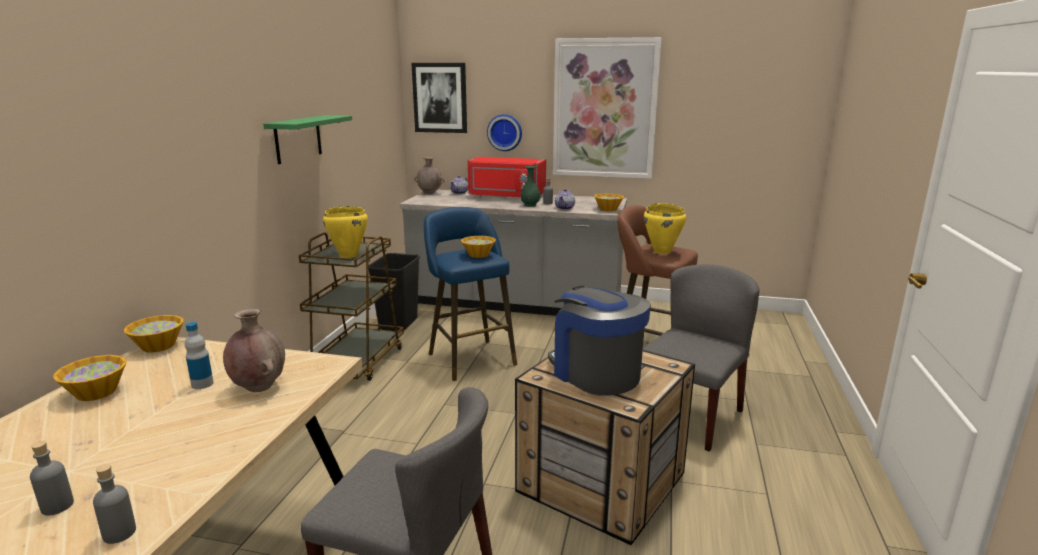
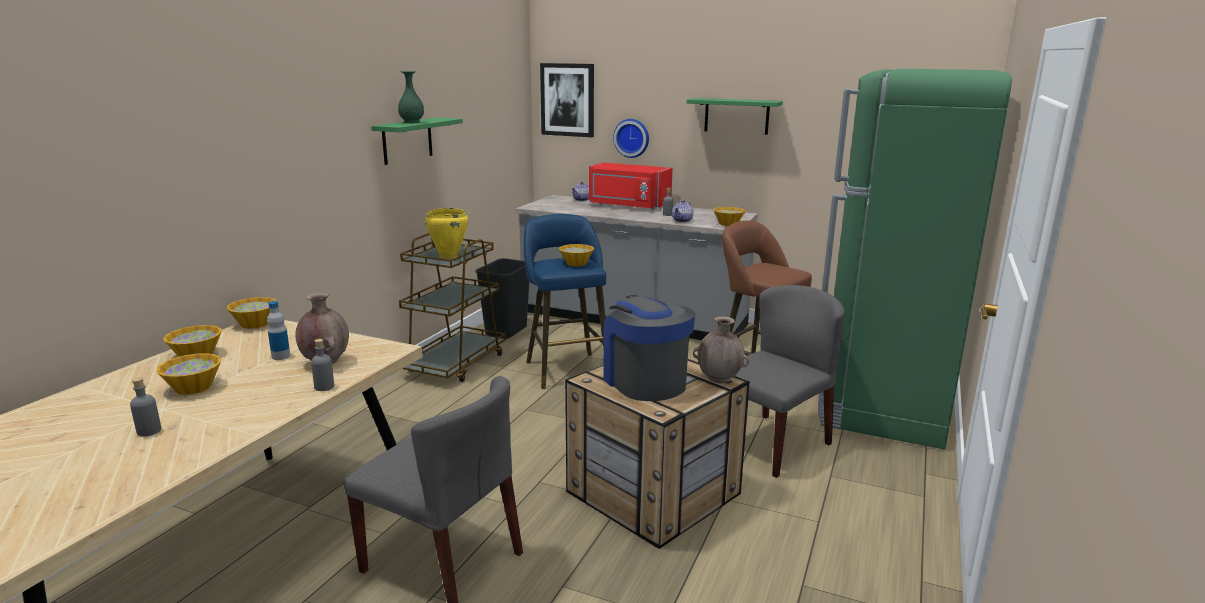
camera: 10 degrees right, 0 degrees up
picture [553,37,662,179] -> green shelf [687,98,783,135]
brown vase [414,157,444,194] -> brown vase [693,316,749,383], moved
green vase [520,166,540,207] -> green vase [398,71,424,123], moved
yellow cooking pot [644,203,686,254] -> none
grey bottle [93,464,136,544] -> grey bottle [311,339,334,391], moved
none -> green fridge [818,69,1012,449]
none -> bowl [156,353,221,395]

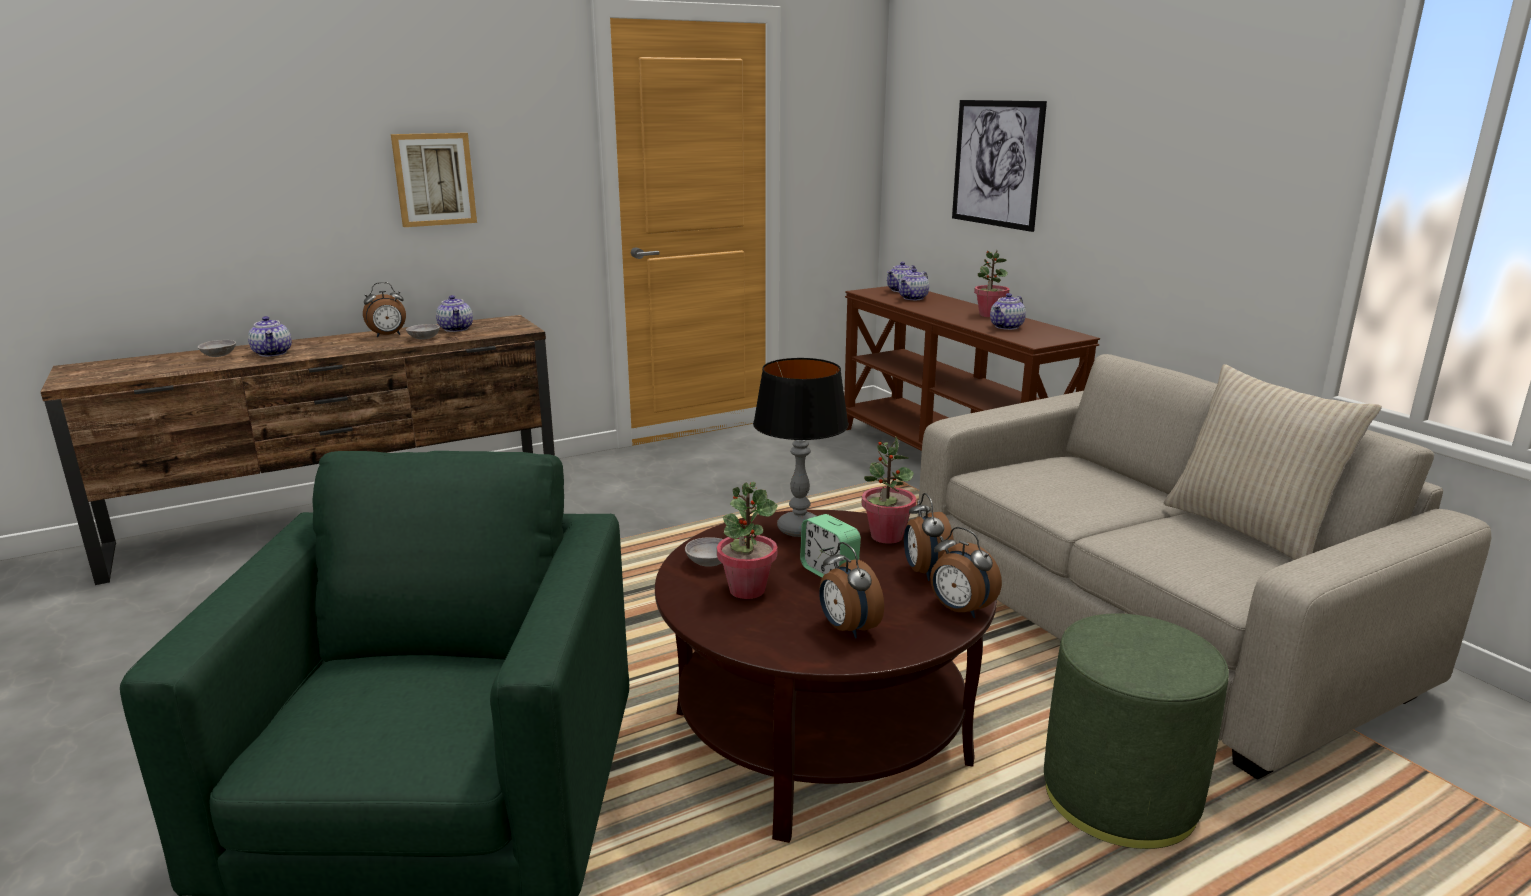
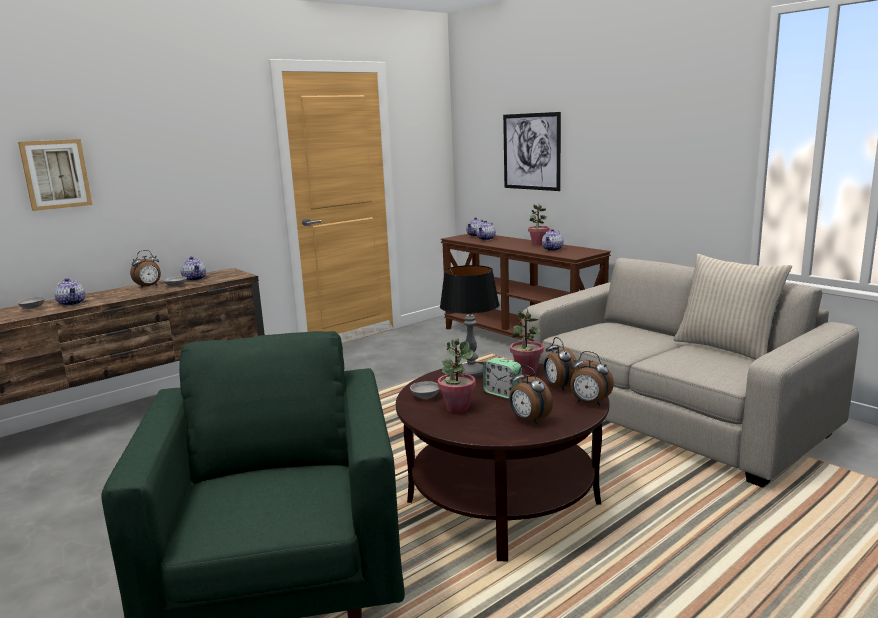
camera: 10 degrees left, 5 degrees down
picture [391,133,477,227] -> picture [18,139,92,211], moved
green ottoman [1044,613,1229,849] -> none

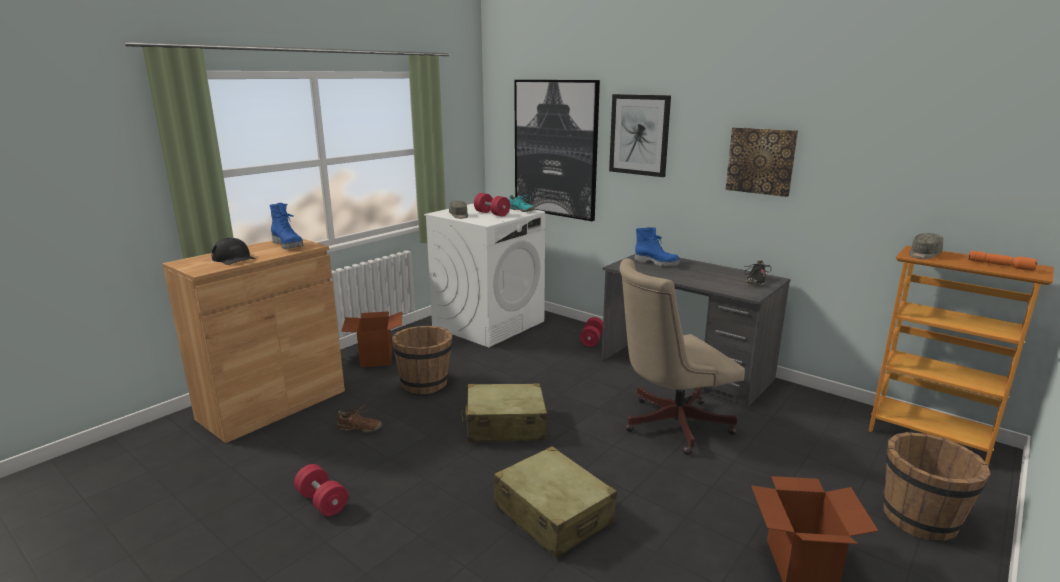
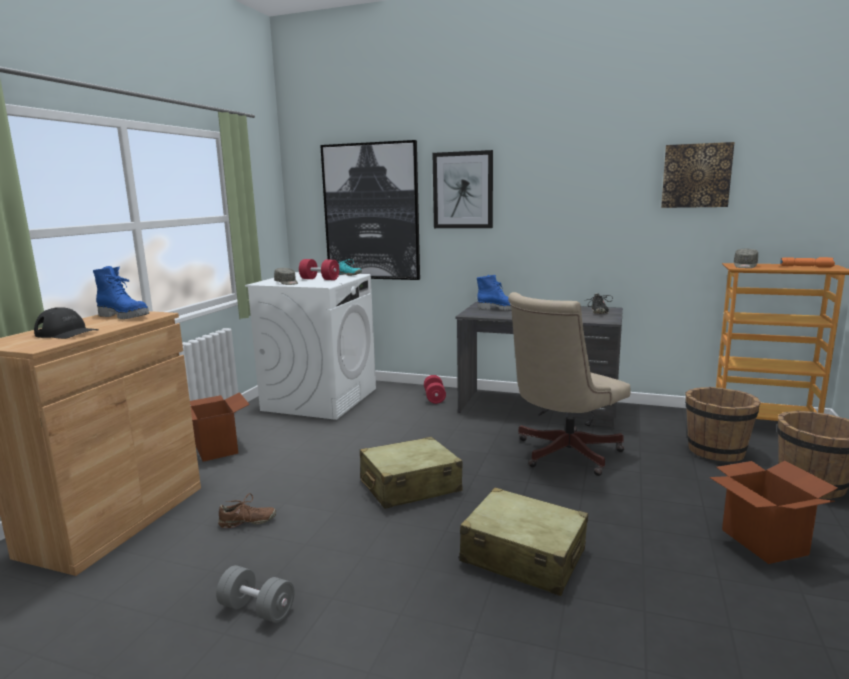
camera: 20 degrees left, 5 degrees down
picture [726,127,798,197] -> picture [661,142,735,208], moved
brown bucket [392,326,452,394] -> brown bucket [685,387,761,462], moved
red dumbbell [294,464,348,516] -> grey dumbbell [216,565,295,623]

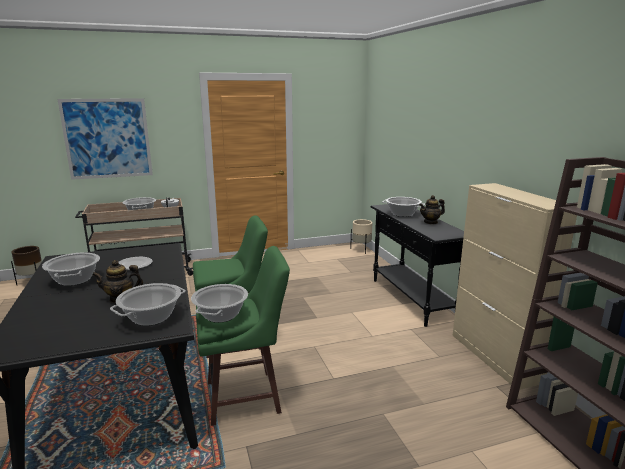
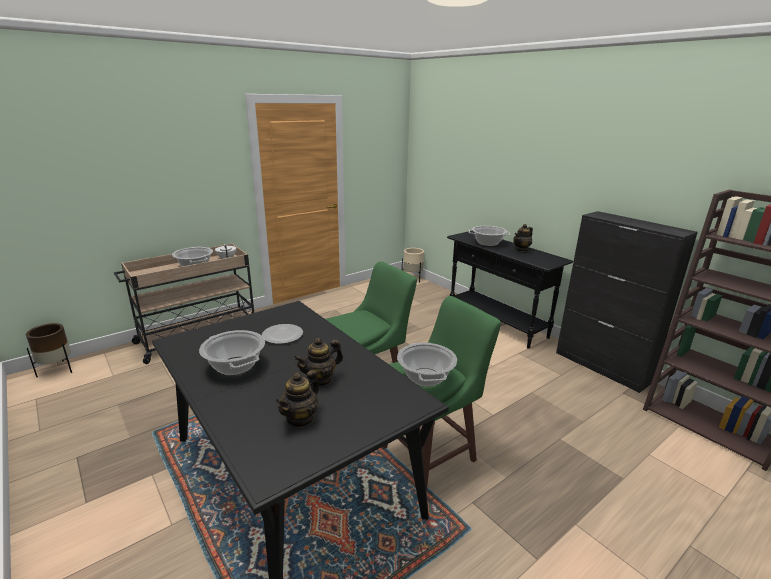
camera: 20 degrees left, 5 degrees up
picture [58,98,153,180] -> none
beige cabinet [453,183,577,390] -> black cabinet [556,211,698,393]
cooking pot [110,283,186,326] -> none
none -> teapot [276,370,319,428]

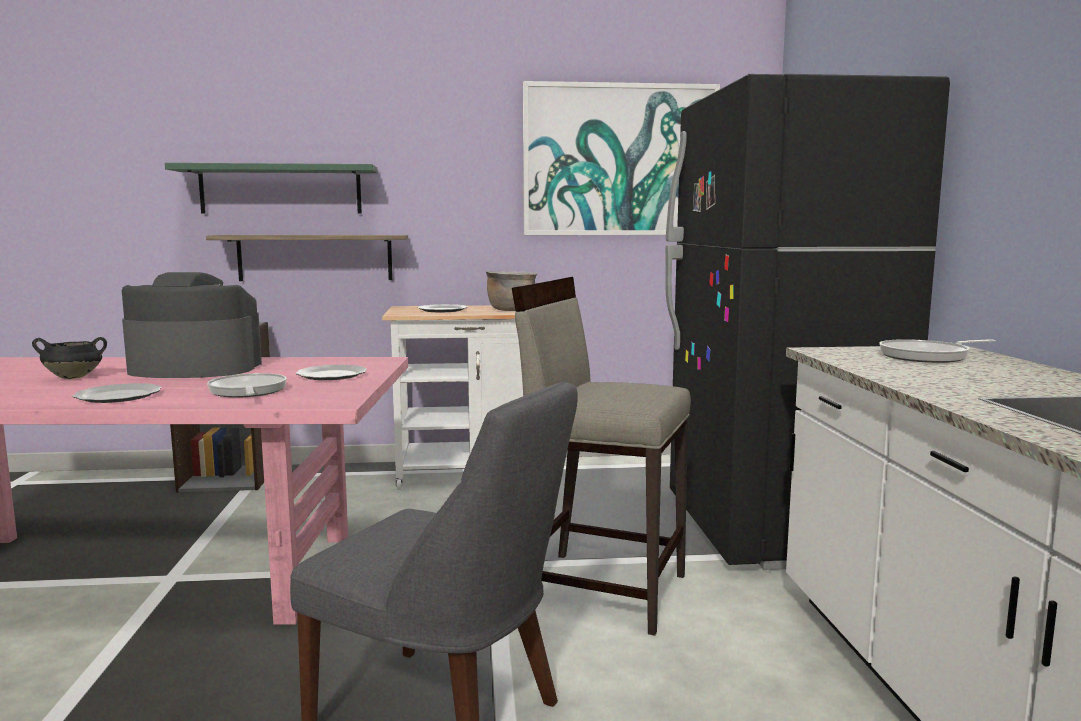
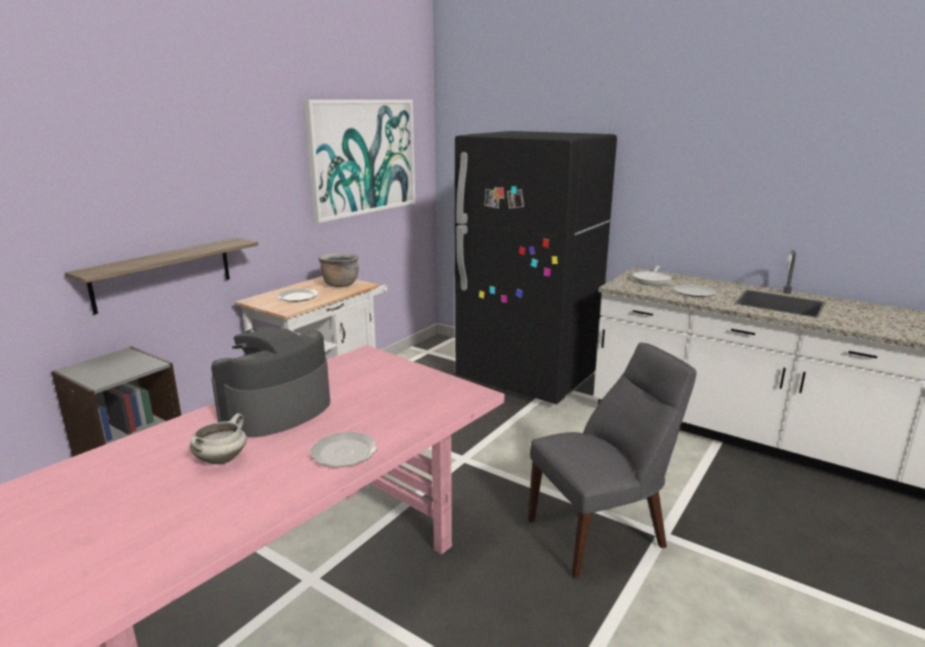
camera: 50 degrees left, 10 degrees up
green shelf [165,163,378,214] -> none
beige stool [512,277,691,636] -> none
black cooking pot [32,337,107,379] -> white cooking pot [190,413,247,464]
plate [296,365,367,380] -> plate [674,284,717,297], moved
frying pan [207,373,287,398] -> none

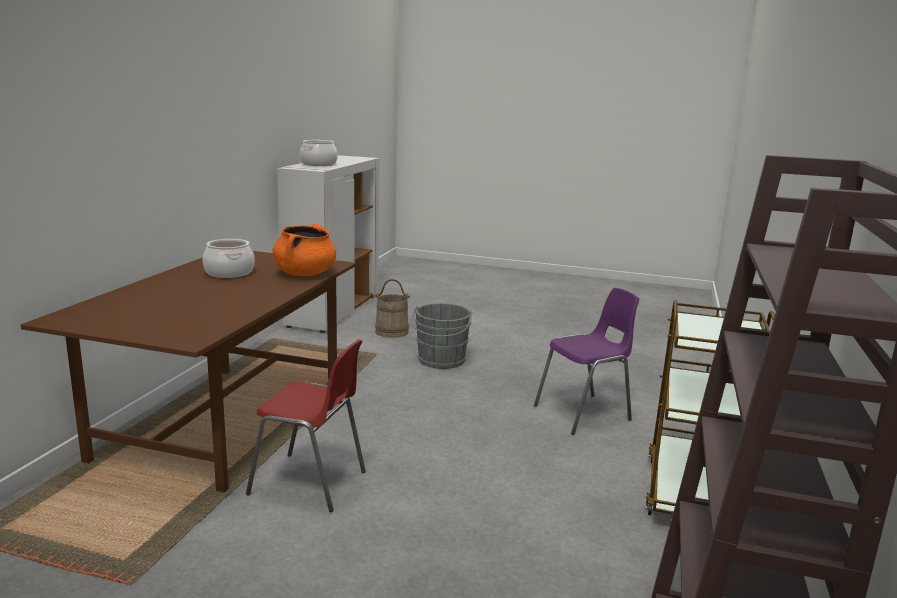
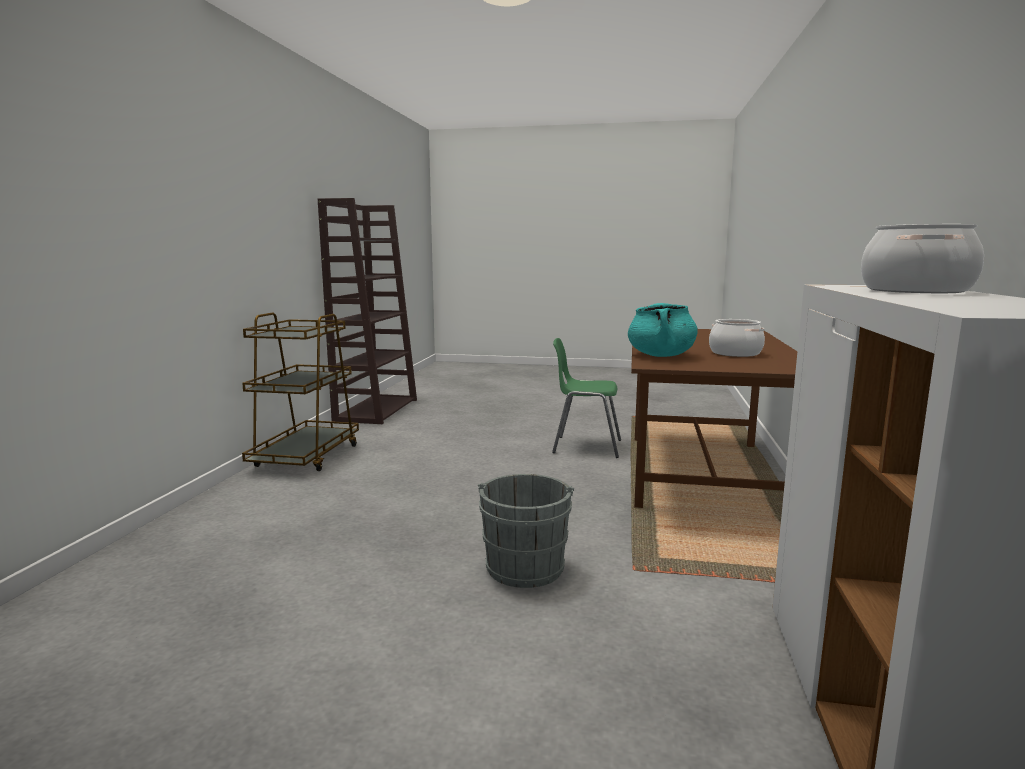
camera: 175 degrees right, 5 degrees down
orange cooking pot [272,224,336,276] -> turquoise cooking pot [628,303,698,357]
beige bucket [375,279,410,338] -> none
purple chair [534,288,639,435] -> none
red chair [246,339,366,512] -> green chair [552,338,621,458]

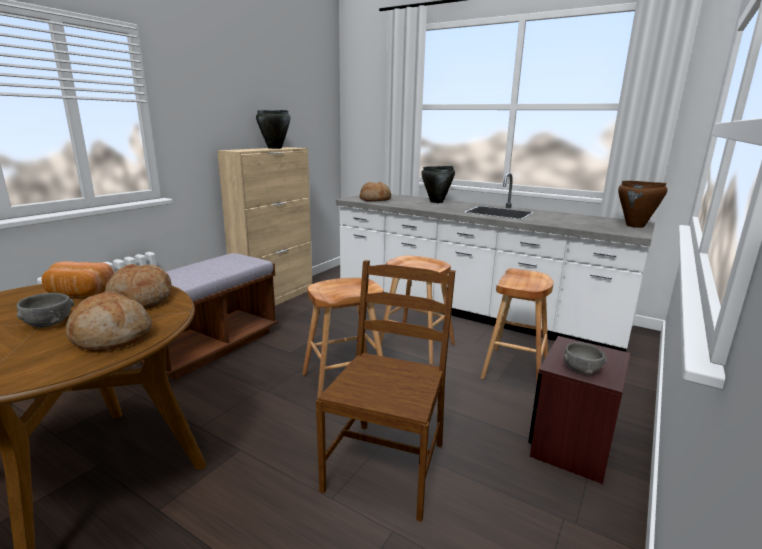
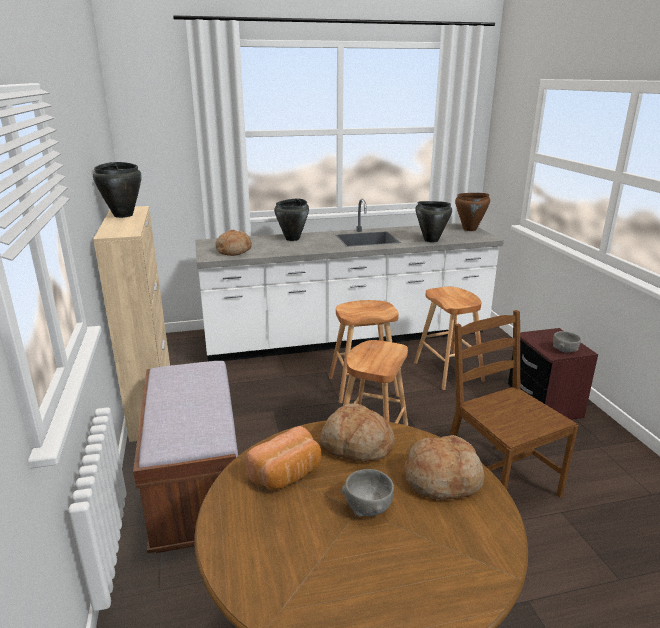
camera: 45 degrees left, 5 degrees up
none -> black cooking pot [415,201,452,242]

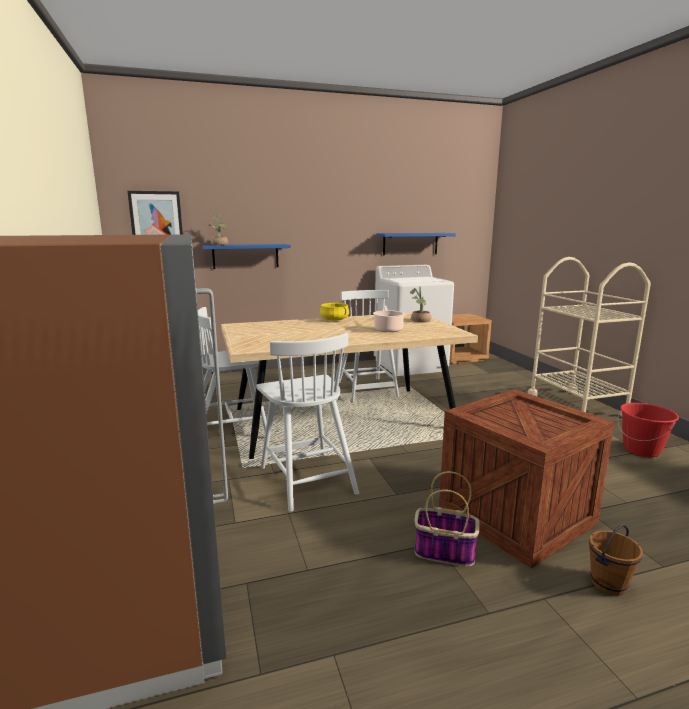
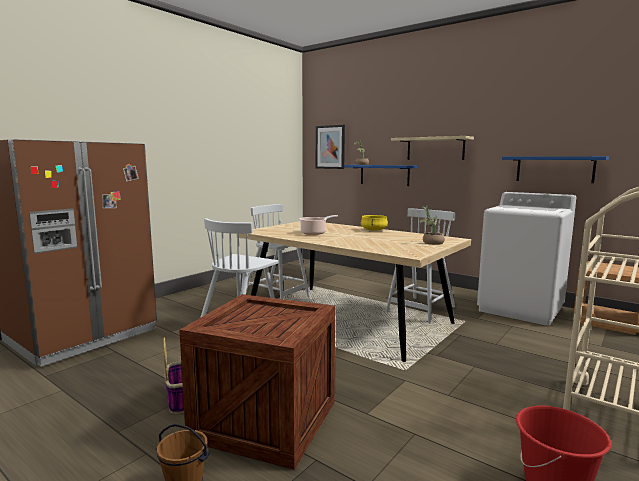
camera: 55 degrees right, 5 degrees down
cooking pot [373,306,405,332] -> cooking pot [300,215,338,235], moved
none -> beige shelf [391,136,474,160]

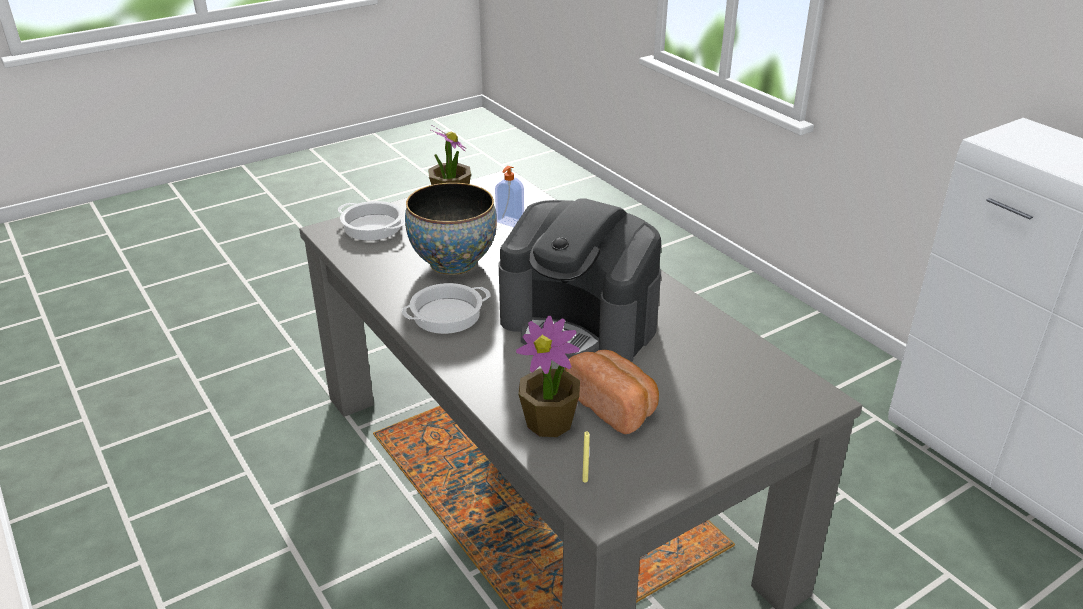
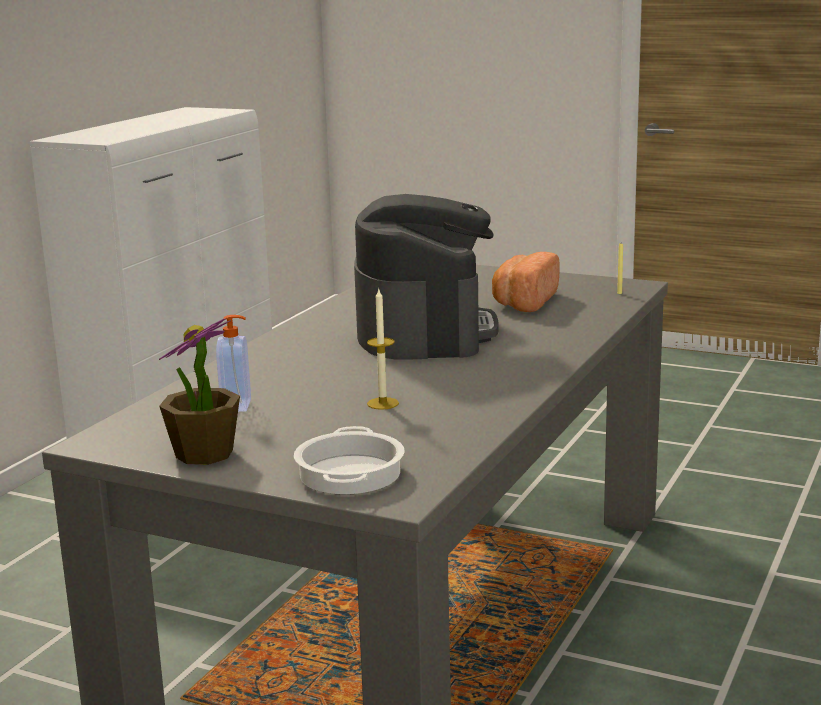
camera: 120 degrees left, 15 degrees down
bowl [405,183,497,275] -> candle [367,289,399,410]
cooking pot [402,283,491,334] -> none
potted plant [516,316,580,437] -> none

